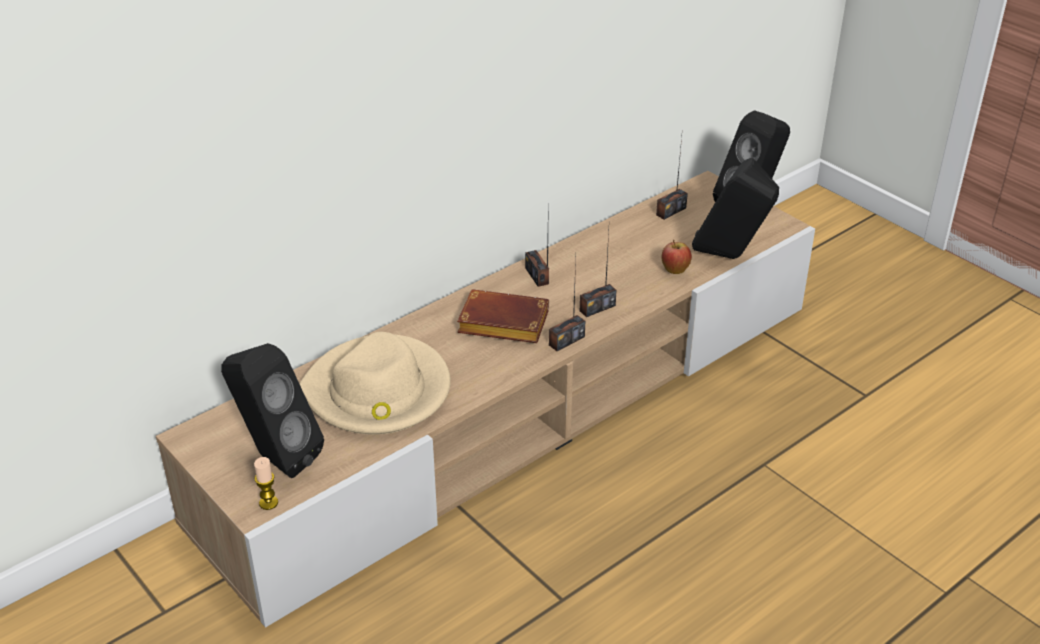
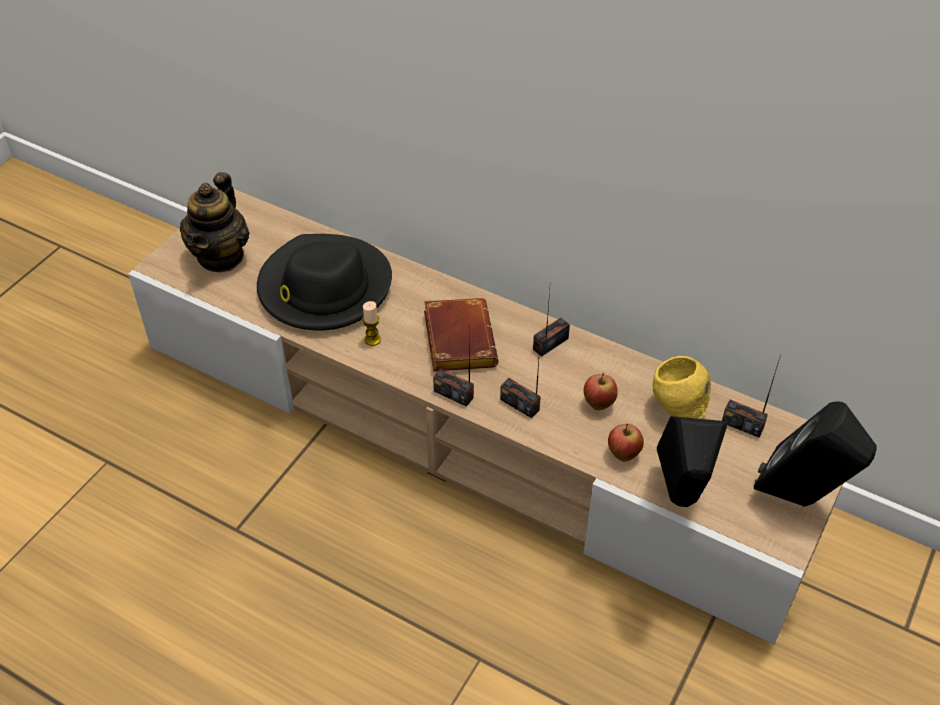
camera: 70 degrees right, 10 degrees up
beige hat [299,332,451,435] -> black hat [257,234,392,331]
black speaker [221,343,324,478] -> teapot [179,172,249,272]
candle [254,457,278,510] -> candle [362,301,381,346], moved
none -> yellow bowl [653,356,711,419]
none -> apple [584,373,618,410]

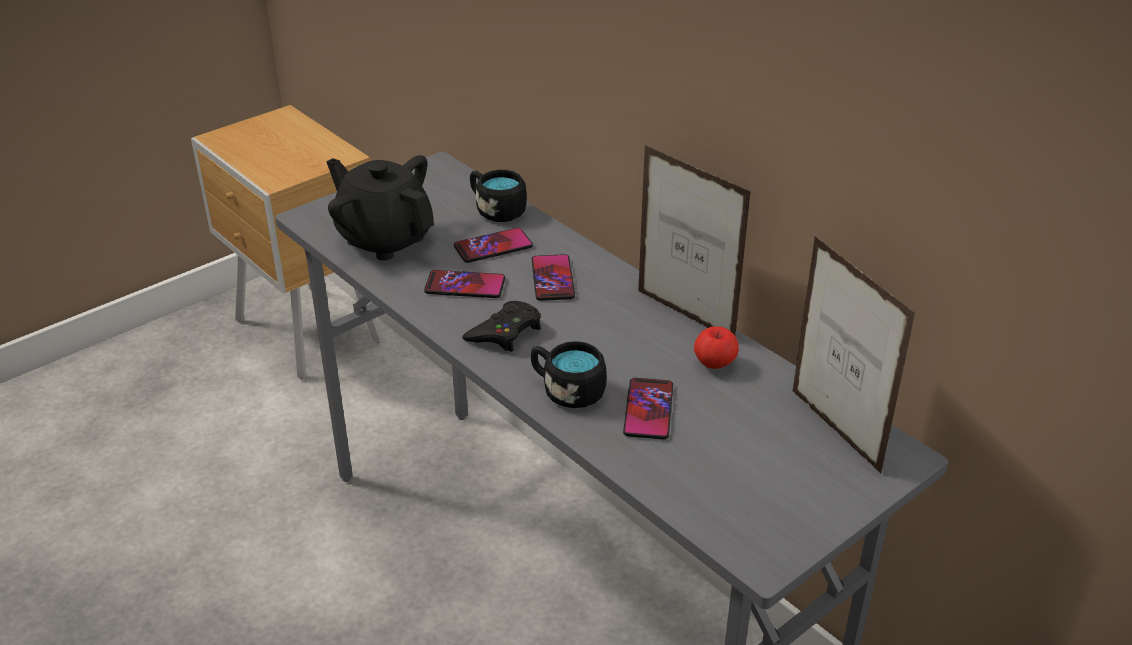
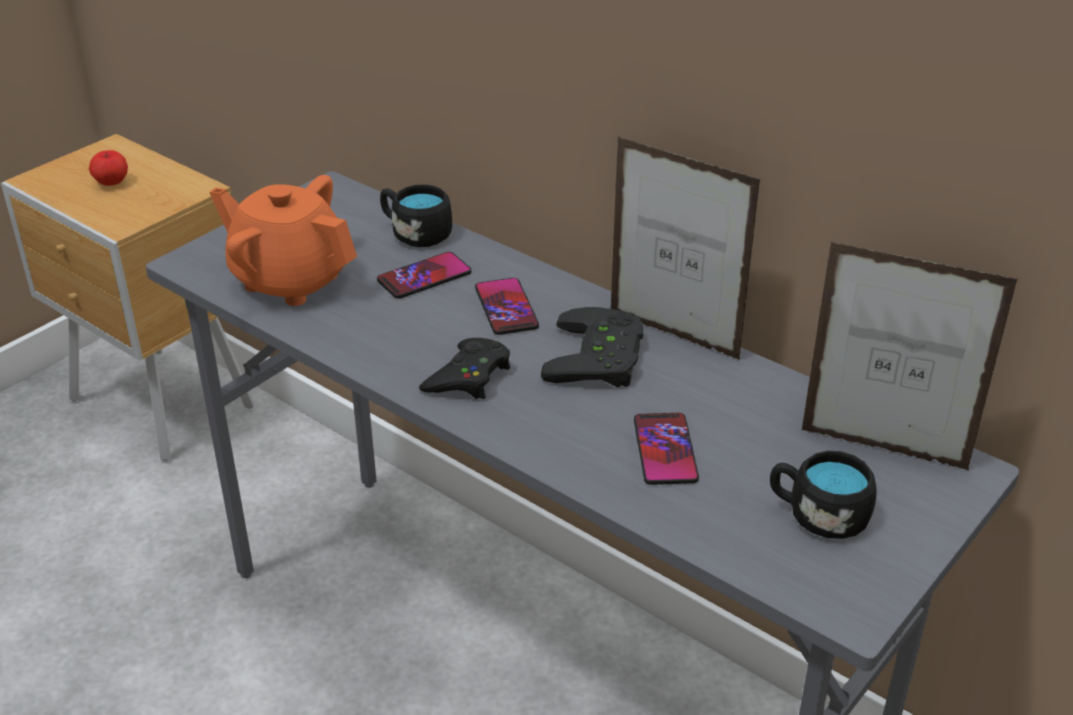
camera: 10 degrees left, 0 degrees up
black teapot [327,155,434,261] -> orange teapot [210,175,357,306]
picture frame [792,235,915,474] -> picture frame [802,242,1018,470], 150 degrees clockwise
phone [424,270,505,298] -> none
apple [694,326,739,369] -> apple [89,150,128,186], moved
black mug [531,341,607,408] -> black mug [770,451,877,539], moved
none -> black game controller [541,307,643,387]

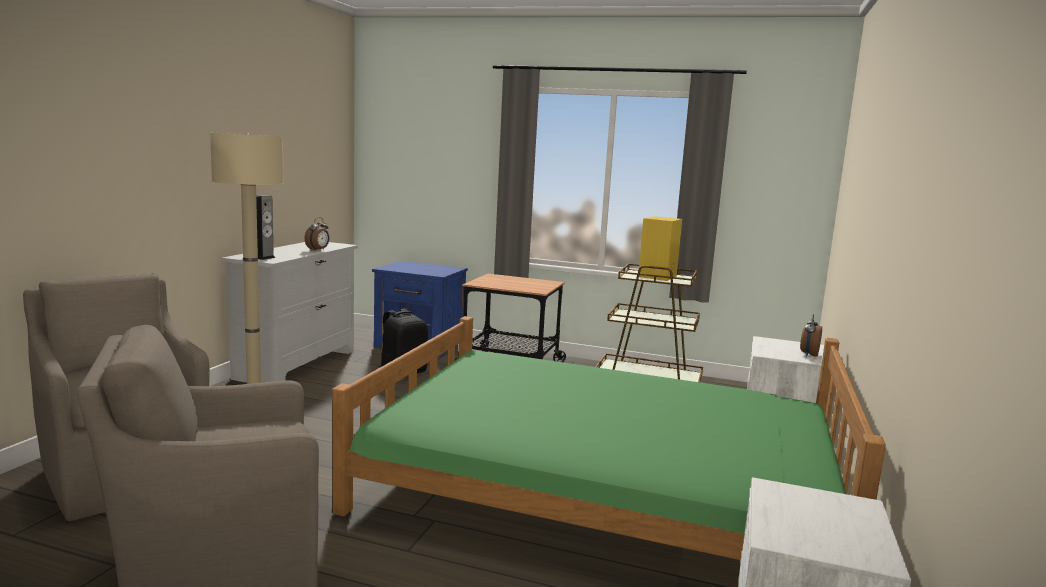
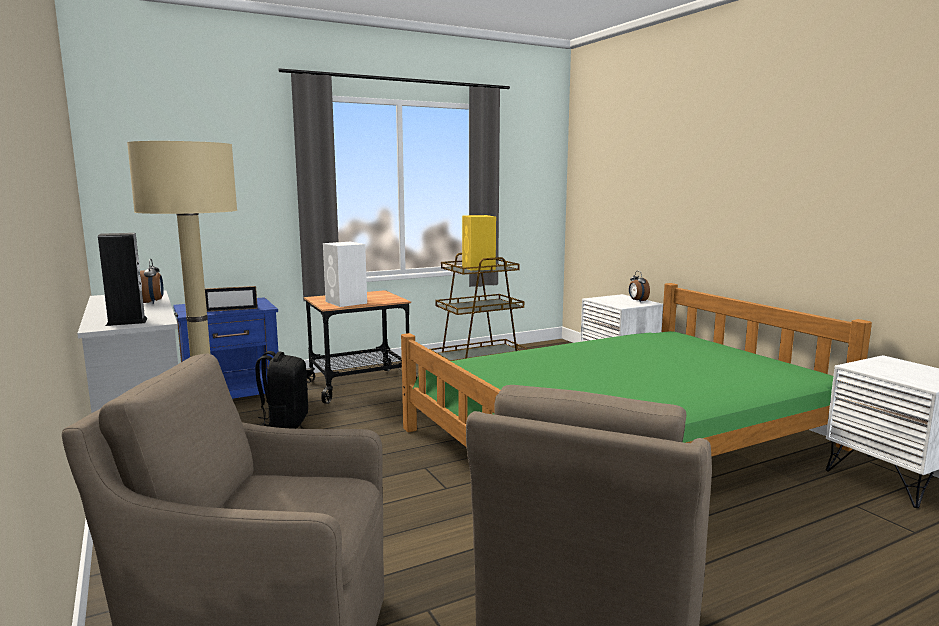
camera: 45 degrees left, 0 degrees up
none -> white speaker [323,242,367,307]
none -> picture frame [205,286,258,312]

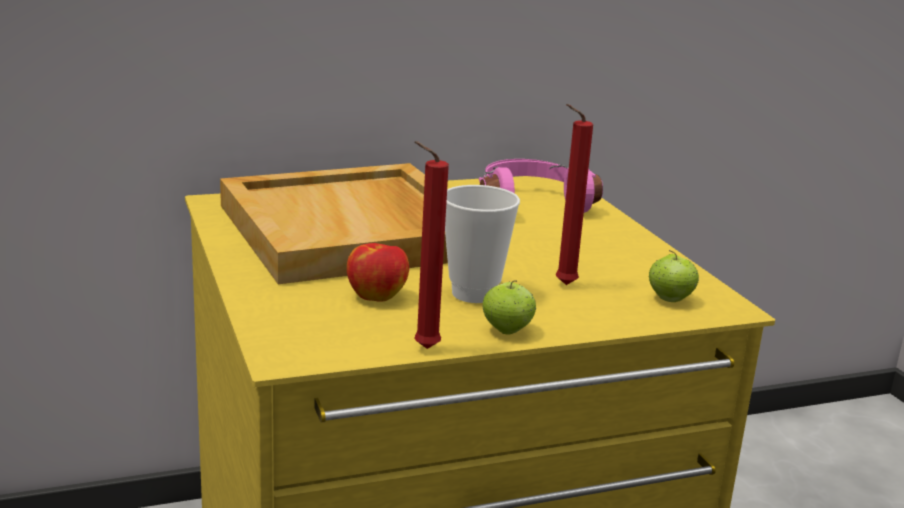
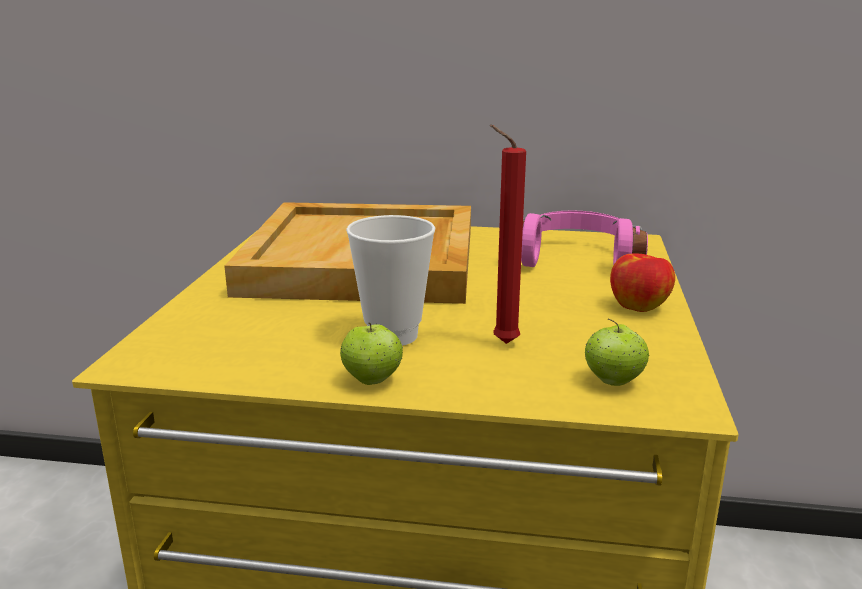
camera: 30 degrees right, 0 degrees up
red candle [414,141,449,349] -> none
apple [347,243,409,302] -> apple [610,253,675,312], moved

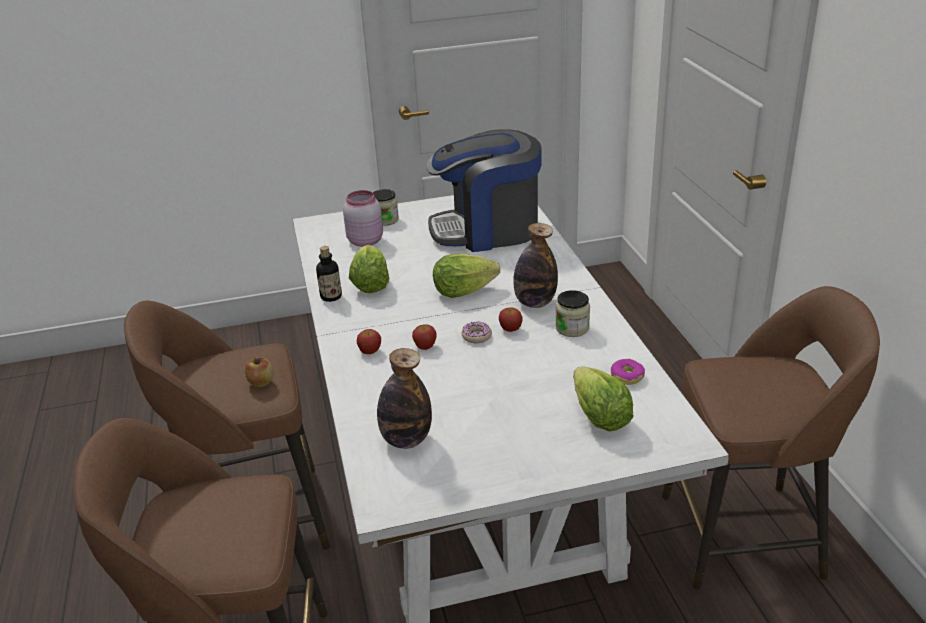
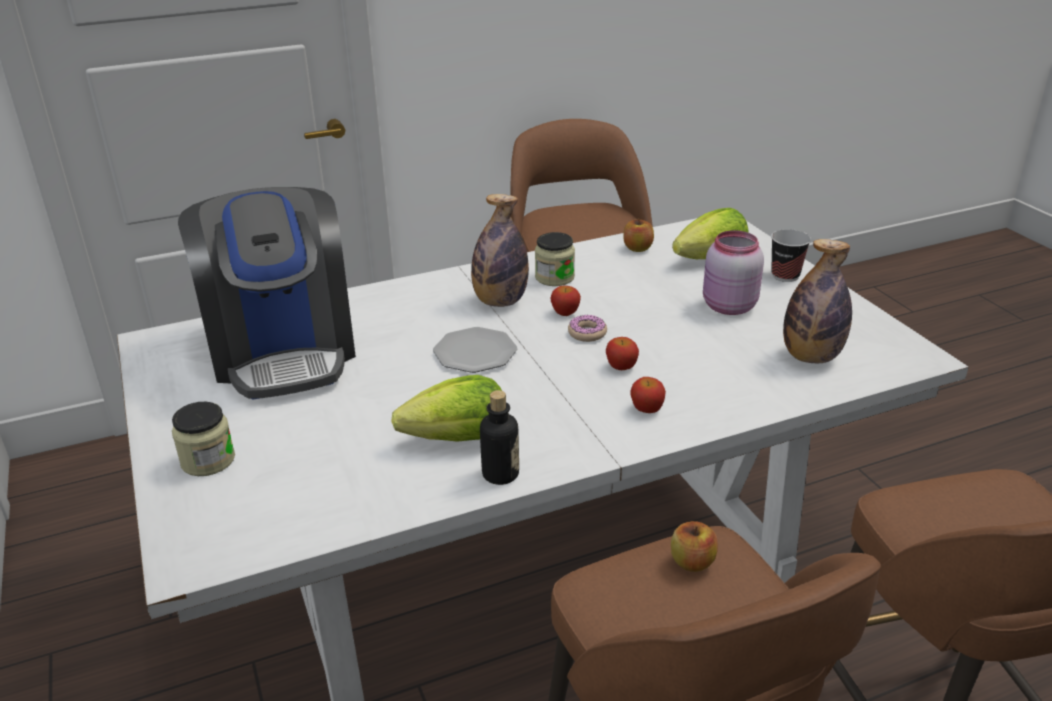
camera: 100 degrees left, 0 degrees up
pink jar [343,190,383,247] -> pink jar [703,230,764,315], moved
lettuce [433,254,500,298] -> plate [433,327,517,373]
donut [611,359,645,385] -> apple [623,218,654,252]
none -> cup [771,229,811,282]

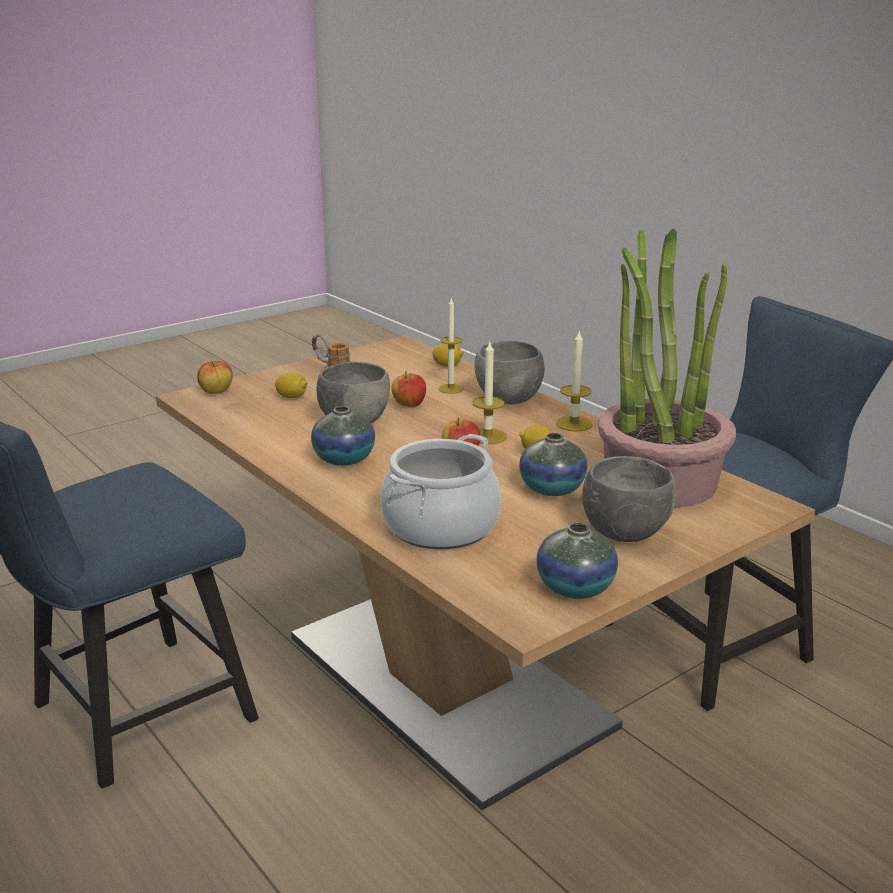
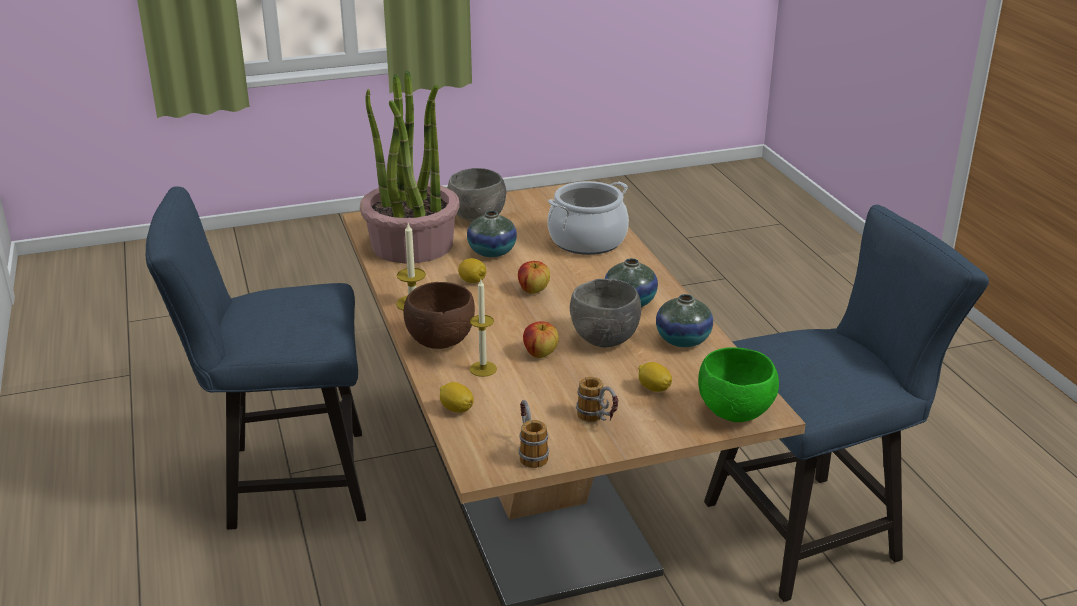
camera: 160 degrees left, 5 degrees up
candle [473,341,507,444] -> none
grey bowl [474,341,545,404] -> brown bowl [403,282,475,349]
apple [197,361,233,394] -> green bowl [698,347,779,422]
vase [537,523,618,599] -> vase [656,294,713,347], moved
none -> mug [519,400,549,468]

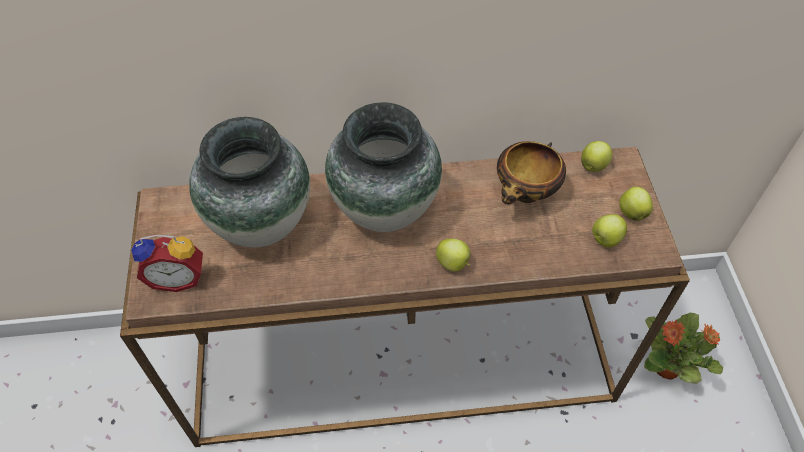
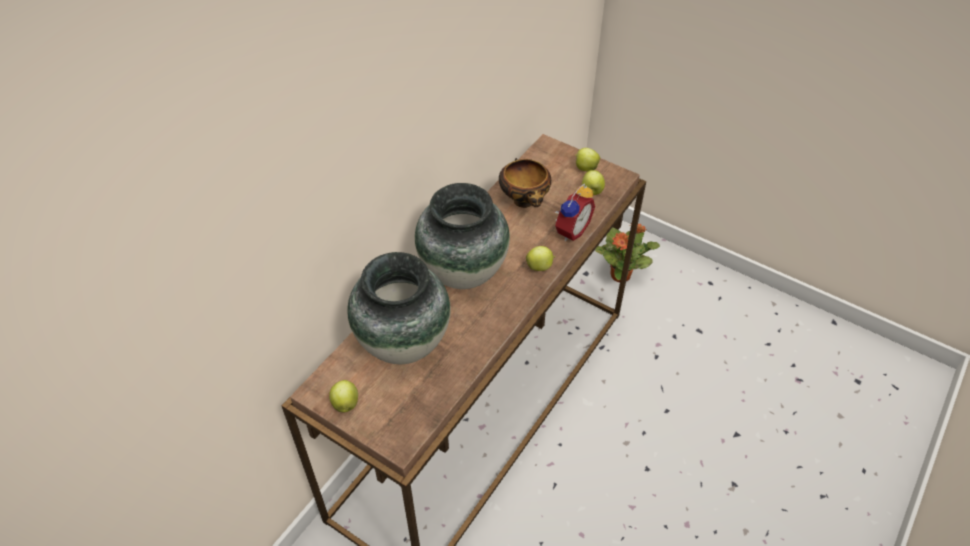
camera: 50 degrees left, 5 degrees down
apple [581,141,612,172] -> apple [329,380,358,412], moved
alarm clock [131,234,203,292] -> alarm clock [554,183,595,241], moved

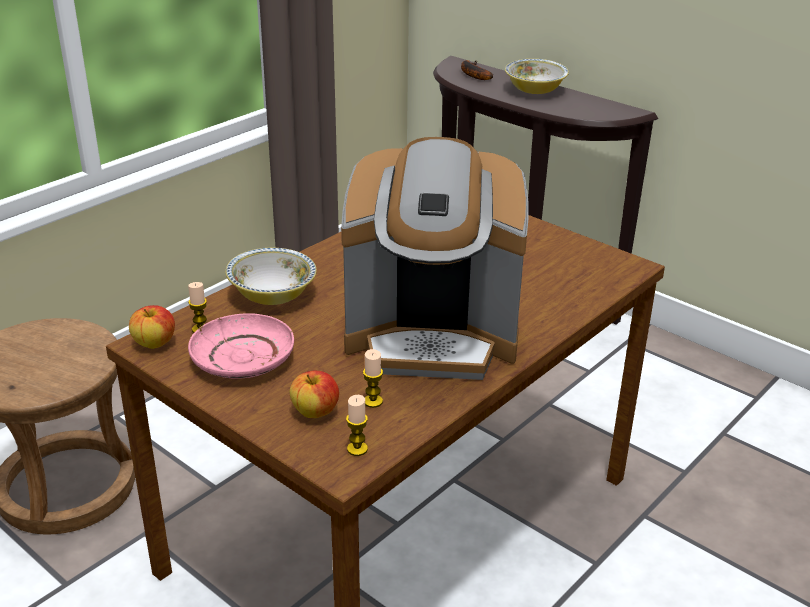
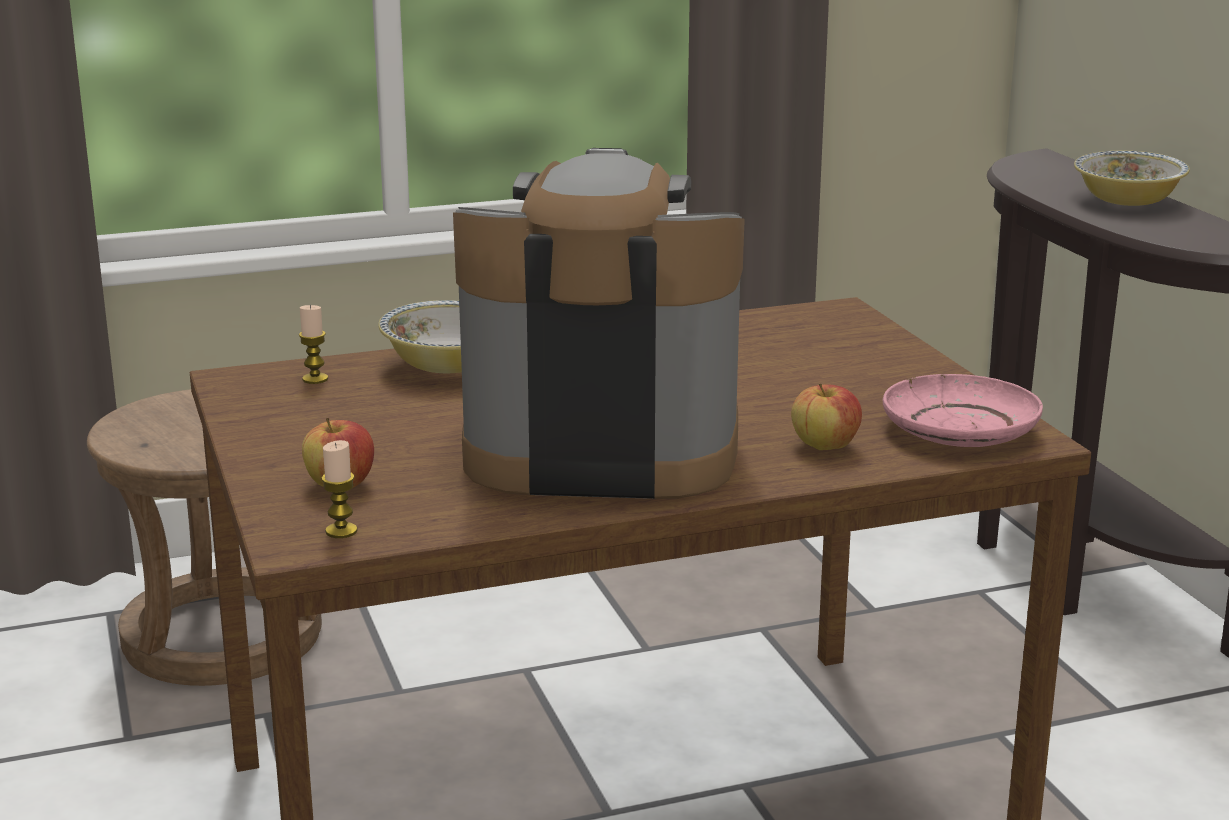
camera: 30 degrees right, 10 degrees down
banana [461,60,493,80] -> none
coffee machine [341,137,529,380] -> coffee machine [453,148,745,499], 150 degrees clockwise
apple [129,305,175,349] -> apple [791,383,862,450], moved
pink plate [188,313,294,379] -> pink plate [883,374,1043,447], moved
candle [363,349,383,408] -> none

